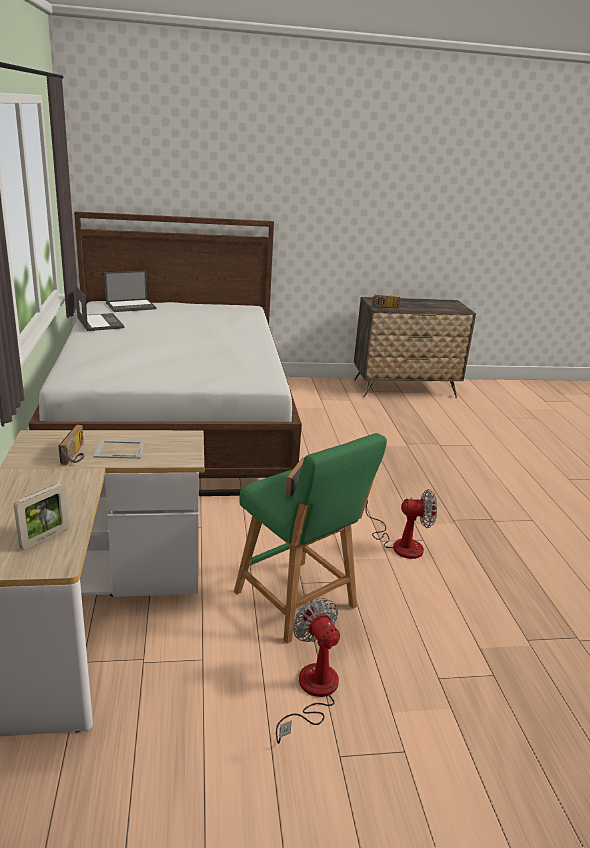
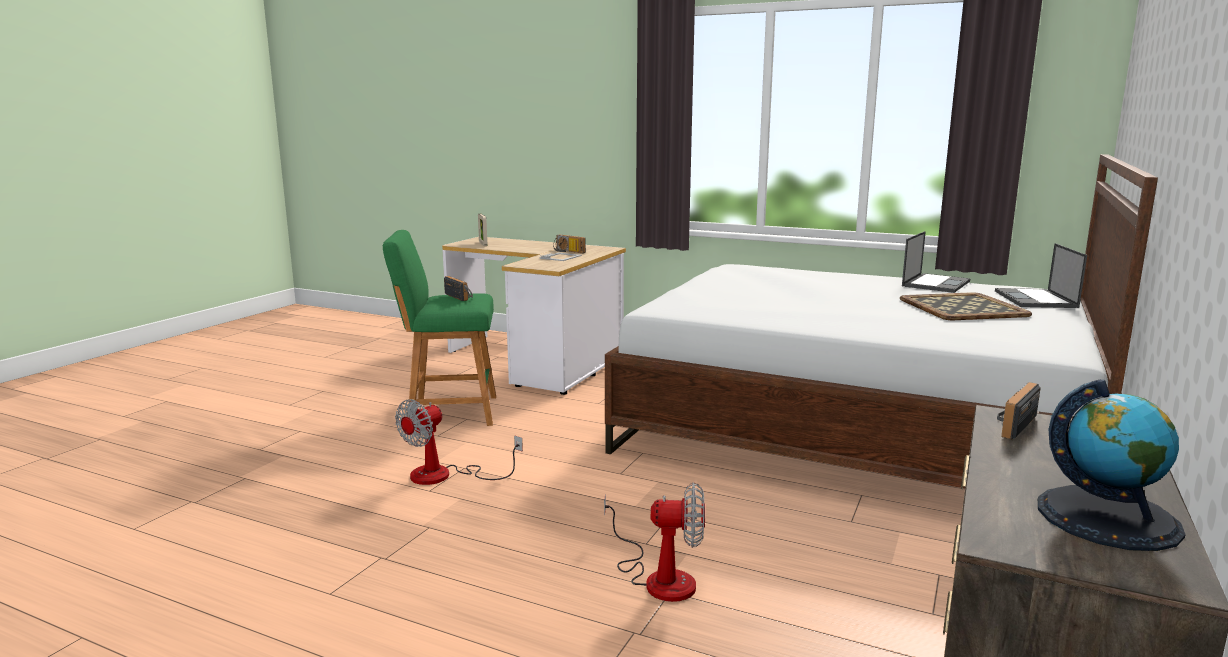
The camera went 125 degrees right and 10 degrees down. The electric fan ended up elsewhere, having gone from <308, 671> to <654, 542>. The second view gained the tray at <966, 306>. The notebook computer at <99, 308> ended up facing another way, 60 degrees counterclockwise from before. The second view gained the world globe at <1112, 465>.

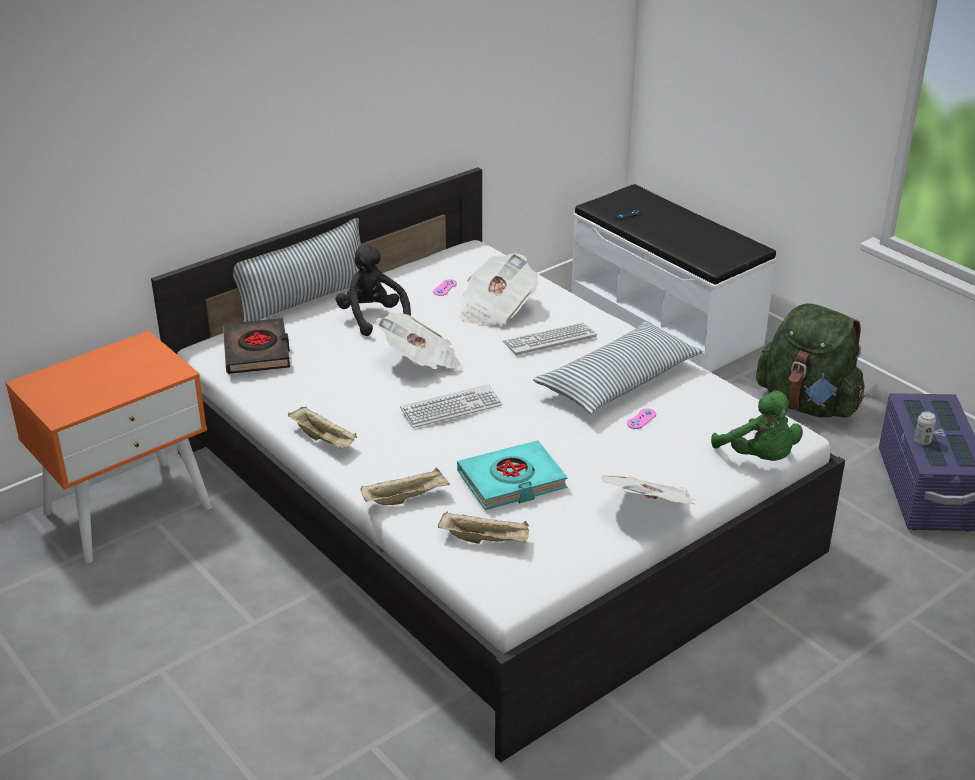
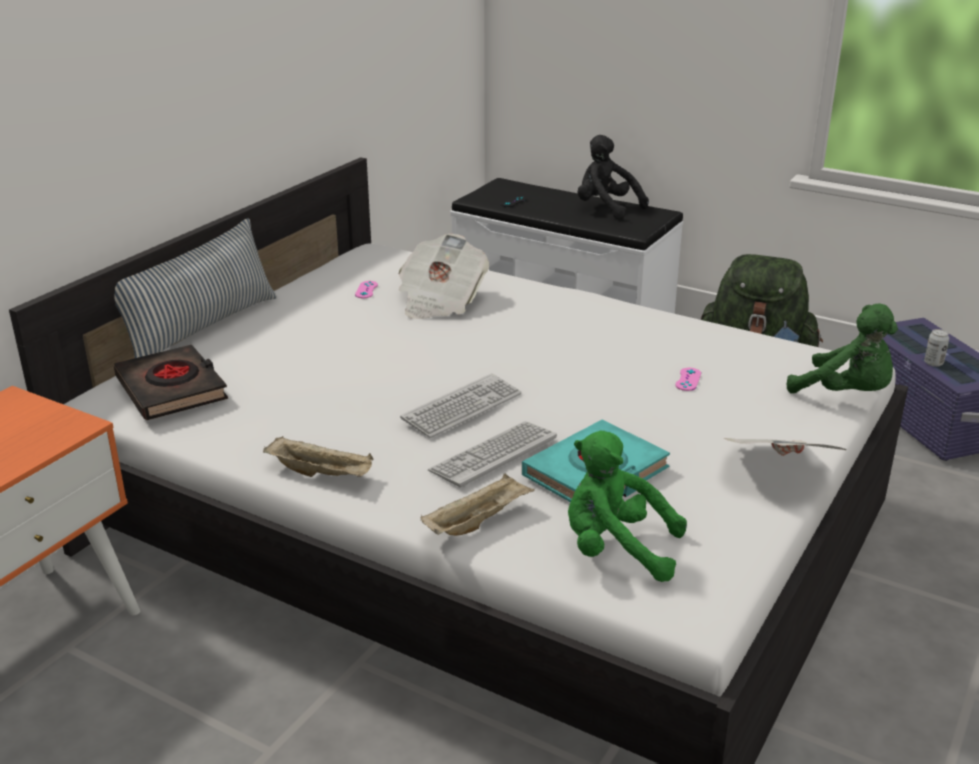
The camera went 20 degrees left and 5 degrees down. The keyboard ended up elsewhere, having gone from <550, 339> to <492, 454>. Where the tray/sand-coloured stood at <483, 528>, the cuddly toy/greenish came to stand at <627, 506>. The cuddly toy/black-coloured ended up elsewhere, having gone from <373, 290> to <613, 177>. The second view lost the daily paper at <419, 341>. The second view lost the pillow at <618, 367>.

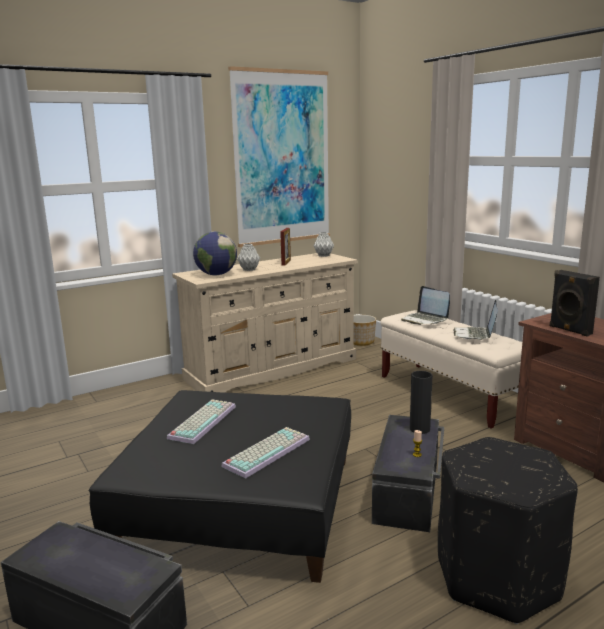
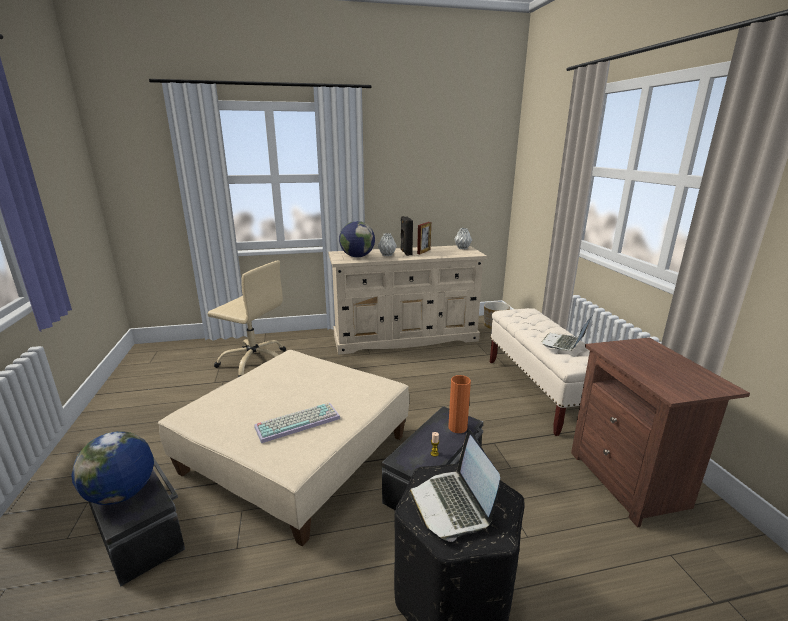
The camera went 20 degrees right and 5 degrees up. The second view gained the world globe at <112, 468>. What was the footrest/black-coloured at <220, 486> turned into the footrest/sand-coloured at <283, 448>. The second view gained the desk chair/sand-coloured at <246, 319>. The speaker/black-coloured ended up elsewhere, having gone from <574, 303> to <406, 236>. The notebook computer ended up elsewhere, having gone from <425, 305> to <454, 486>. What was the flower vase/black-coloured at <421, 402> turned into the flower vase/orange at <459, 404>. The second view lost the keyboard at <201, 421>. The second view lost the picture at <279, 156>.

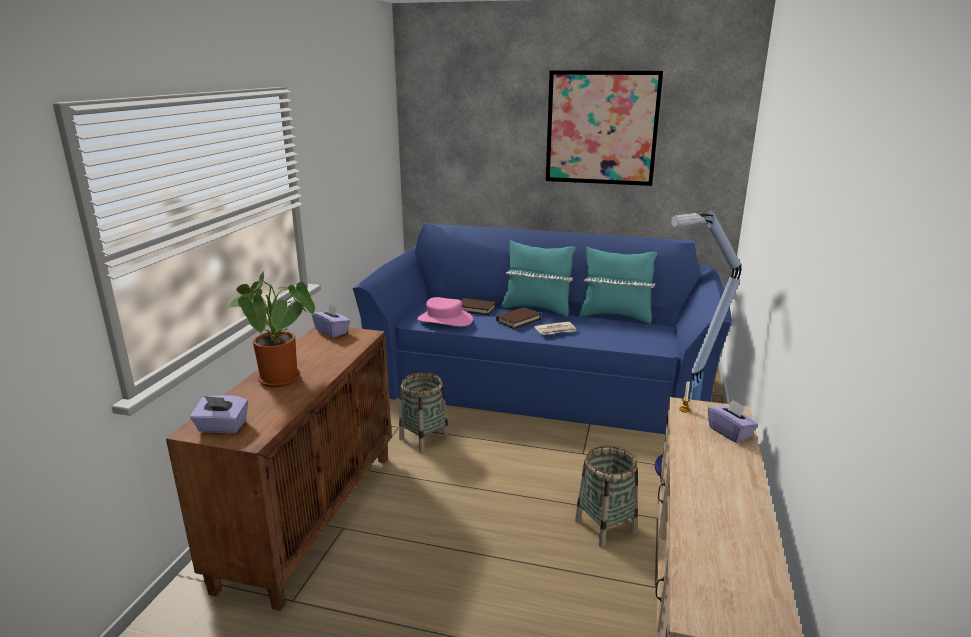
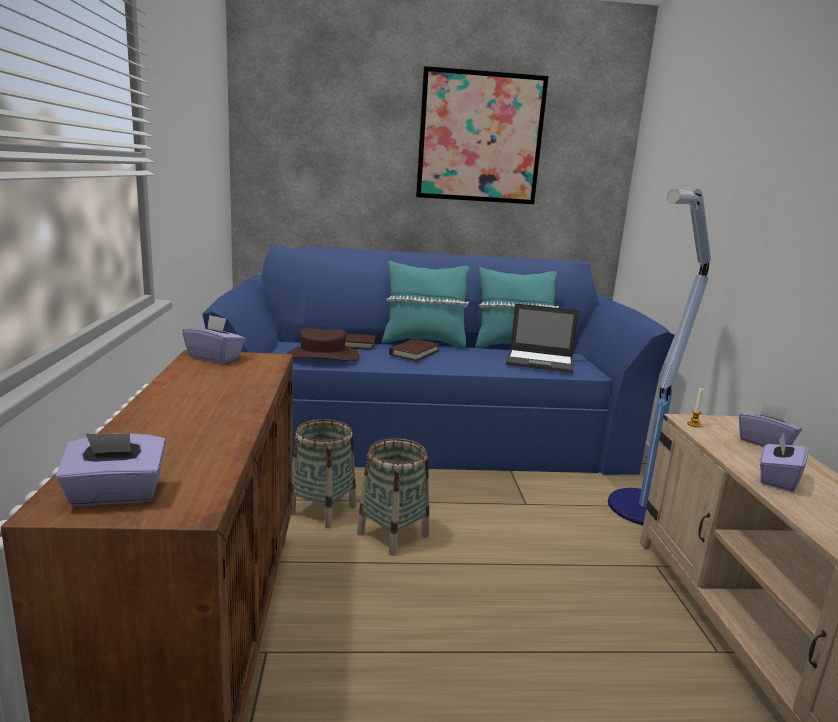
The camera went 20 degrees left and 5 degrees down. What was the hat/pink at <445, 311> turned into the hat/brownish at <323, 344>. The storage basket ended up elsewhere, having gone from <606, 496> to <393, 497>. The second view gained the notebook computer at <542, 338>. The second view gained the tissue box/purplish at <784, 462>. The second view lost the potted plant at <270, 329>. The second view lost the daily paper at <555, 328>.

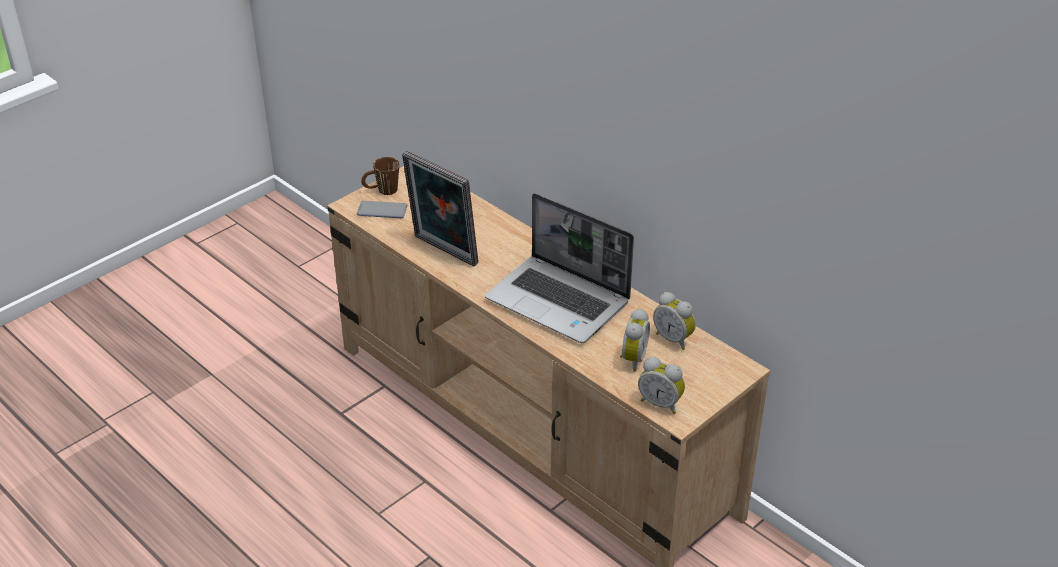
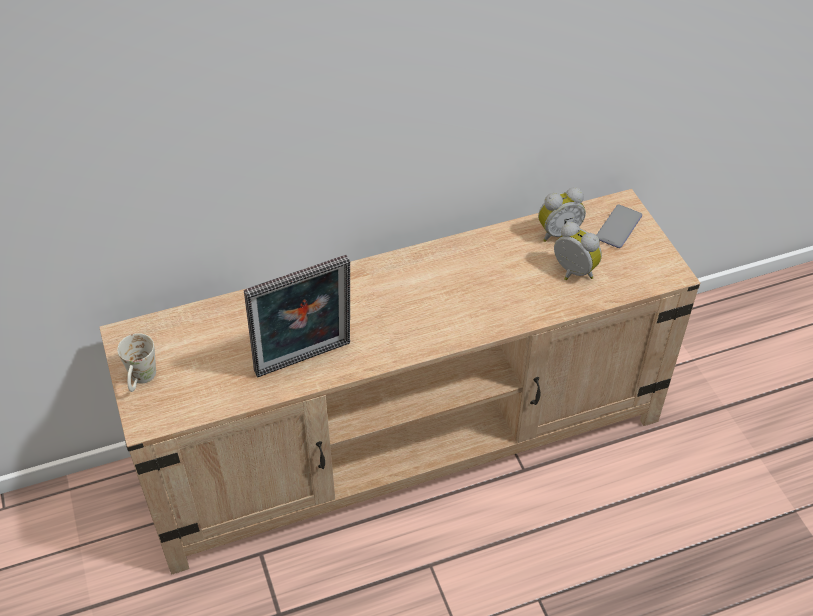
The camera went 65 degrees left and 10 degrees up. What was the mug/brownish at <380, 176> turned into the mug/whitish at <136, 362>. The phone ended up elsewhere, having gone from <382, 209> to <619, 226>. The second view lost the notebook computer at <559, 268>. The second view lost the table clock at <661, 385>.

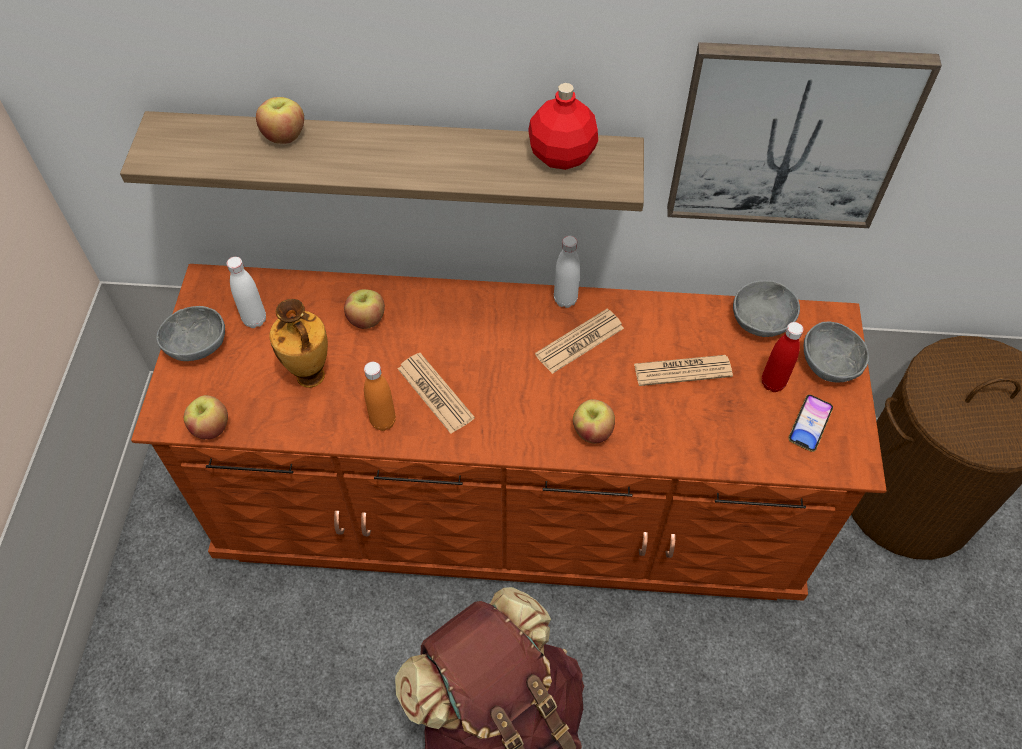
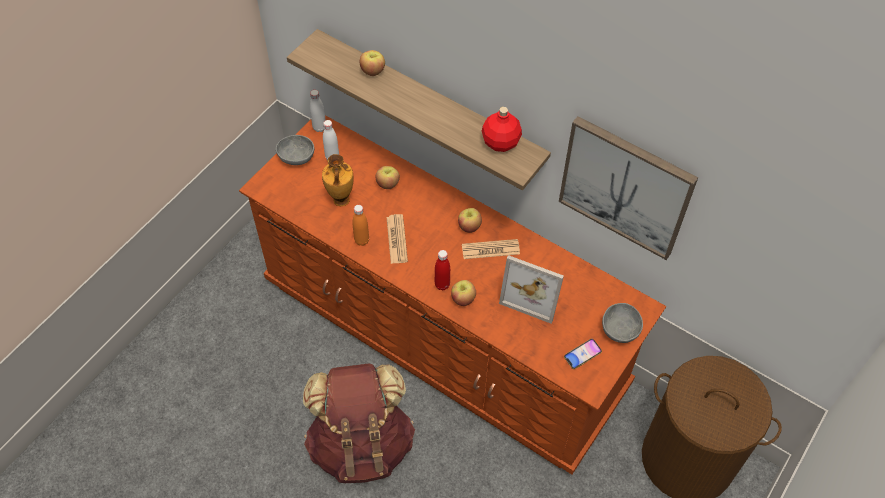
The camera went 30 degrees right and 0 degrees up. The beverage bottle/whitish ended up elsewhere, having gone from <567, 272> to <318, 111>. The beverage bottle/red-coloured ended up elsewhere, having gone from <783, 357> to <442, 270>. The apple ended up elsewhere, having gone from <206, 417> to <470, 220>. Where the daily paper stood at <683, 370>, the photo frame came to stand at <531, 289>. The second view lost the serving bowl/gray at <766, 308>.

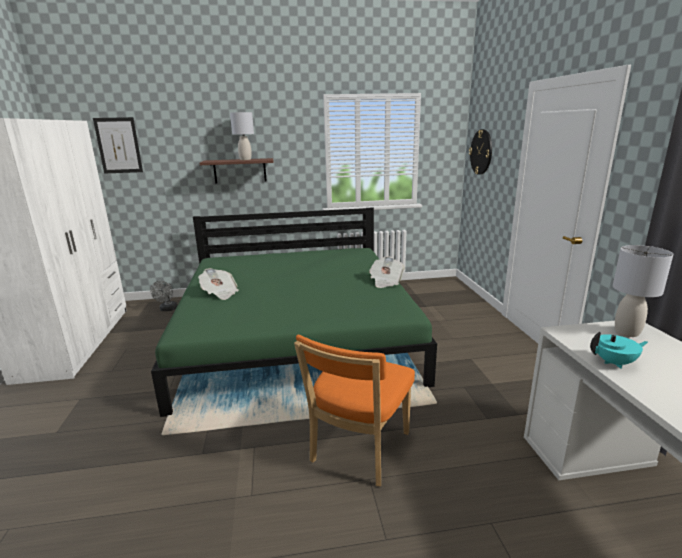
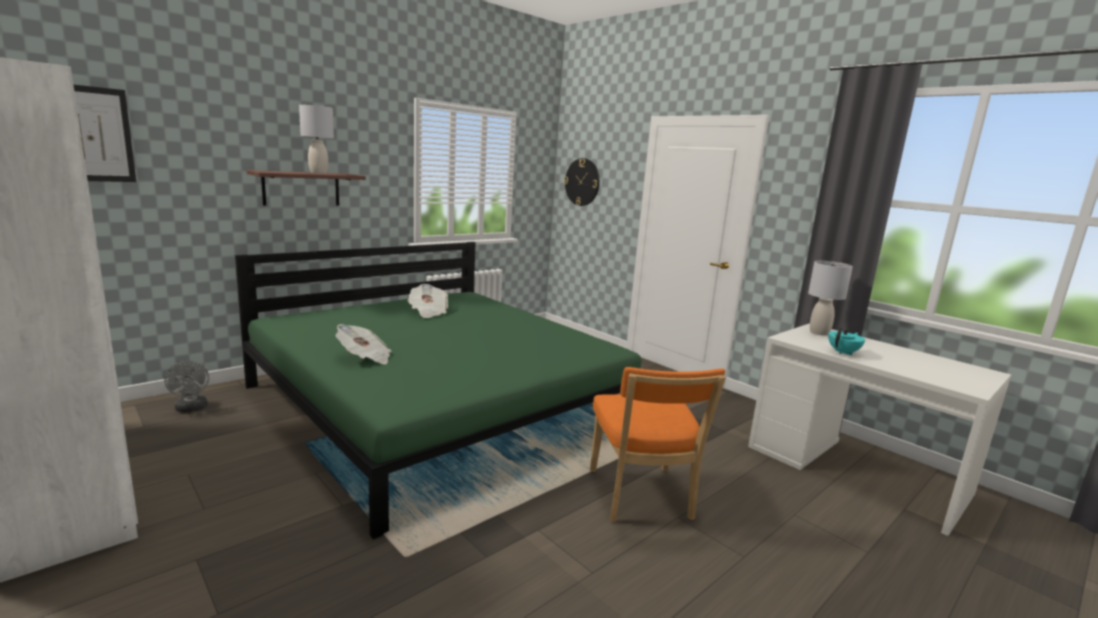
The camera went 35 degrees left and 5 degrees down. The daily paper ended up elsewhere, having gone from <387, 272> to <428, 301>.

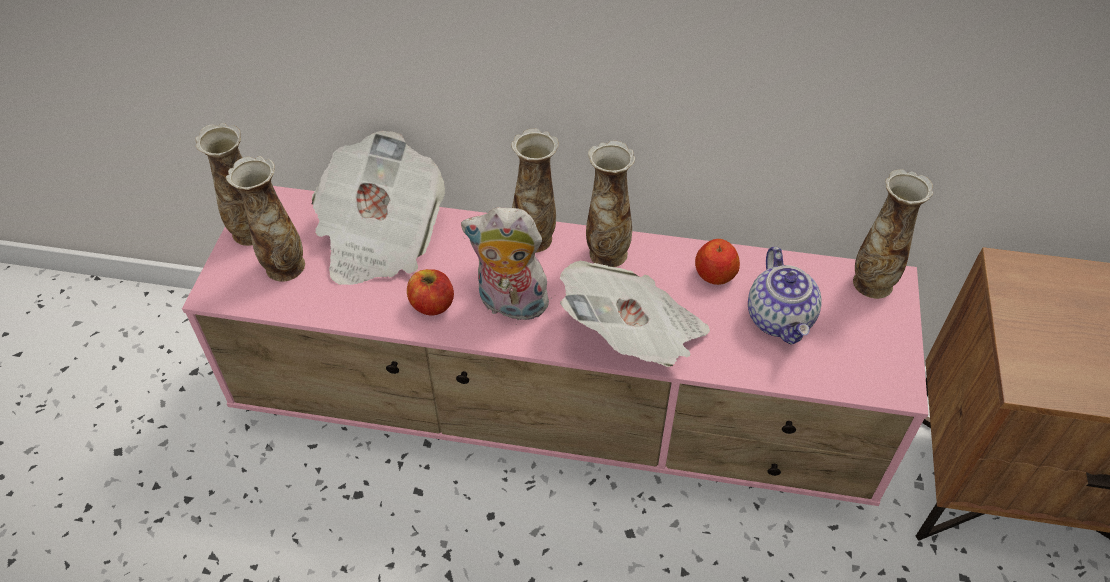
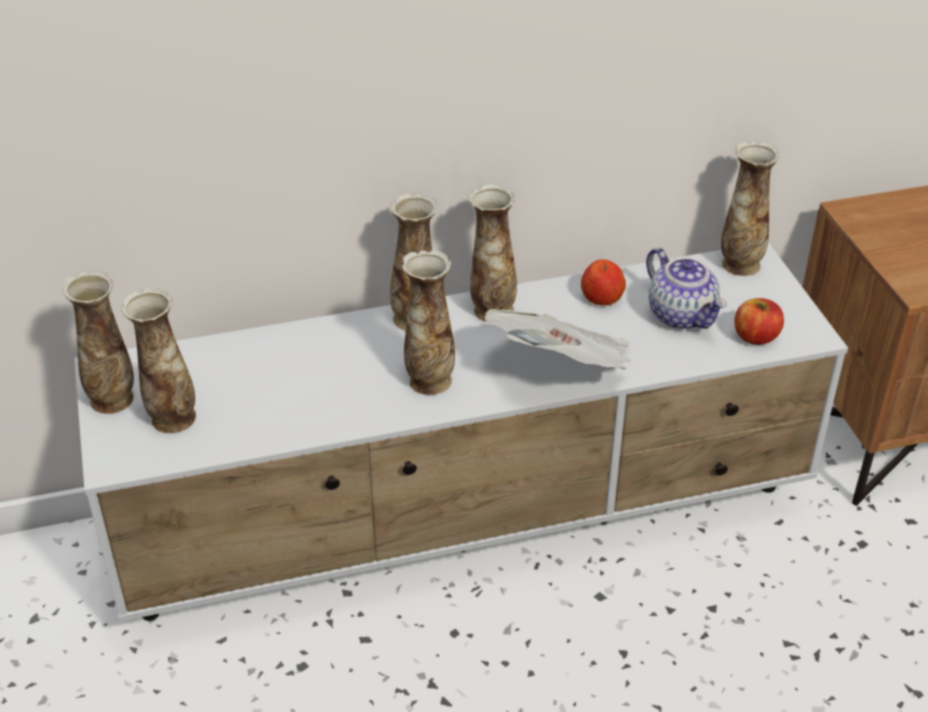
The camera went 25 degrees left and 10 degrees down. What was the tv stand/pink at <555, 346> turned into the tv stand/whitish at <461, 432>. Where the cuddly toy stood at <506, 264>, the flower vase came to stand at <428, 322>. The apple ended up elsewhere, having gone from <430, 292> to <759, 321>. The second view lost the daily paper at <378, 208>.

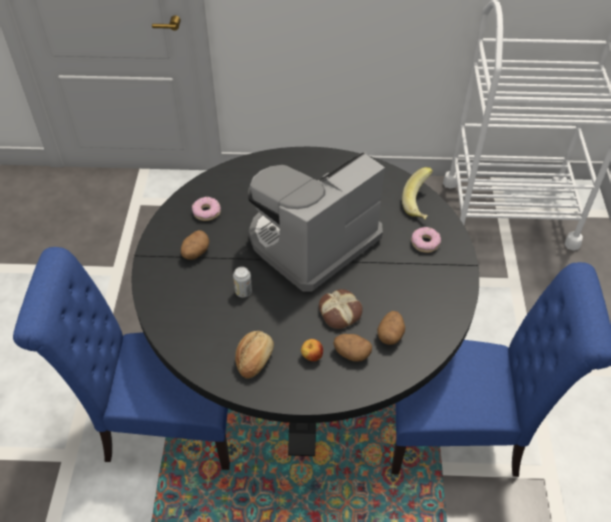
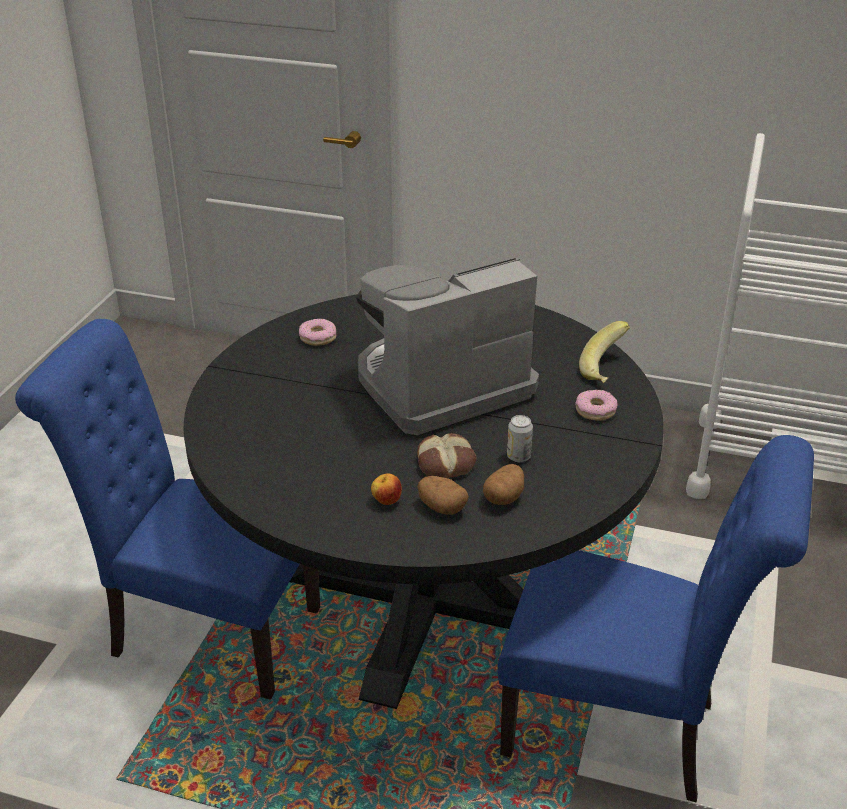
The camera went 15 degrees right and 15 degrees down. The metal can ended up elsewhere, having gone from <242, 282> to <520, 438>. The second view lost the spud at <195, 245>. The second view lost the baked bread at <254, 355>.

